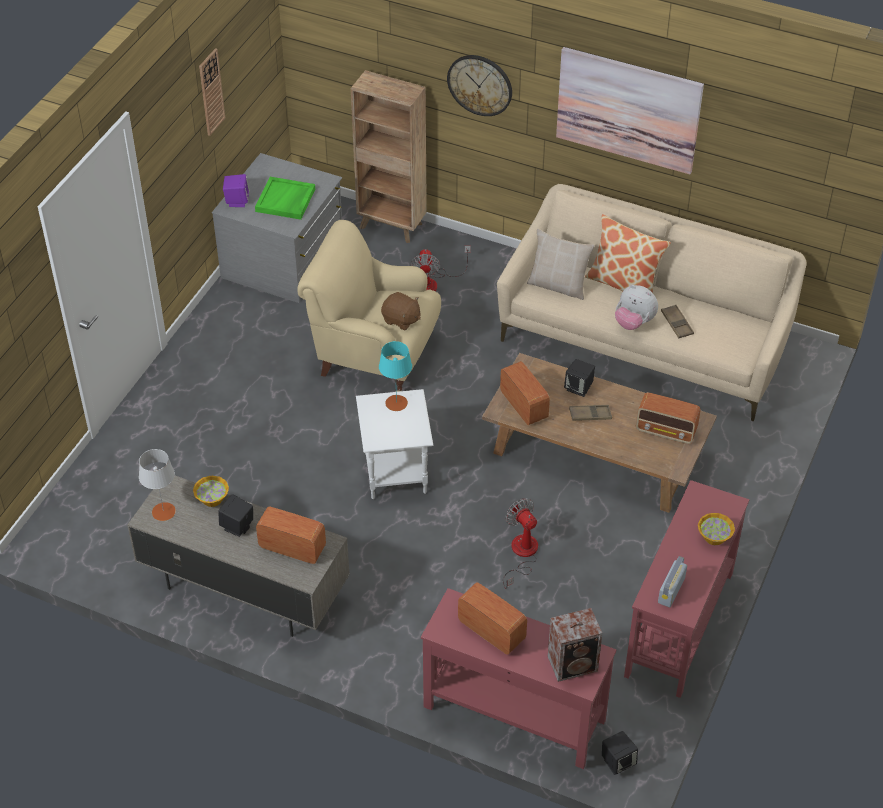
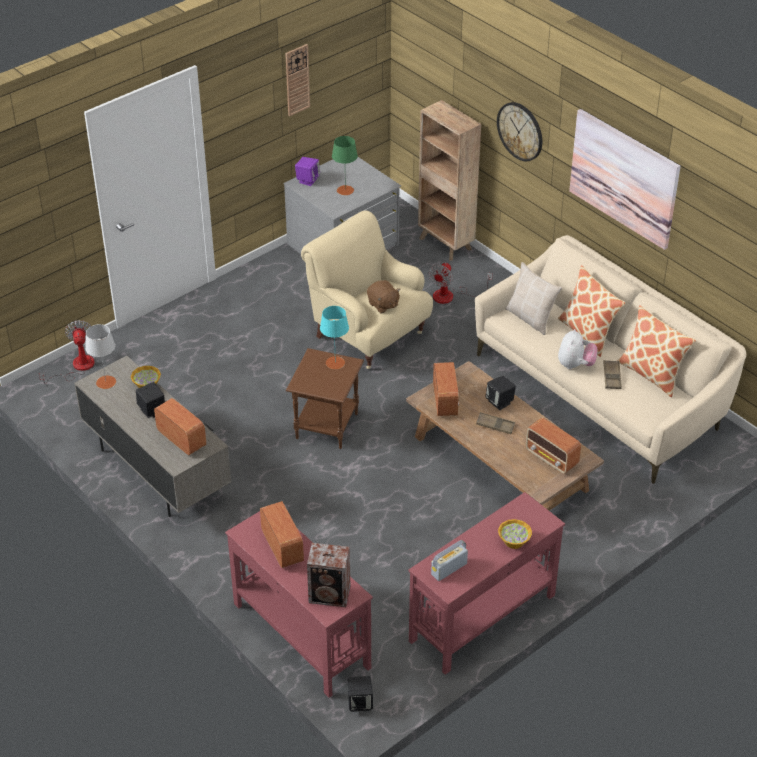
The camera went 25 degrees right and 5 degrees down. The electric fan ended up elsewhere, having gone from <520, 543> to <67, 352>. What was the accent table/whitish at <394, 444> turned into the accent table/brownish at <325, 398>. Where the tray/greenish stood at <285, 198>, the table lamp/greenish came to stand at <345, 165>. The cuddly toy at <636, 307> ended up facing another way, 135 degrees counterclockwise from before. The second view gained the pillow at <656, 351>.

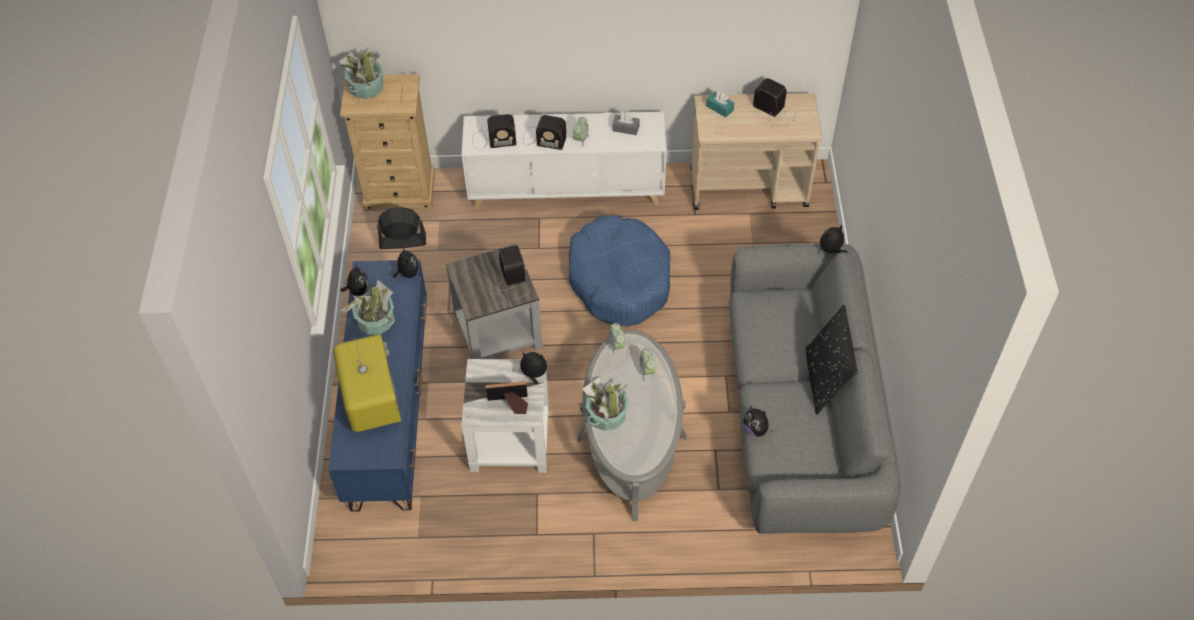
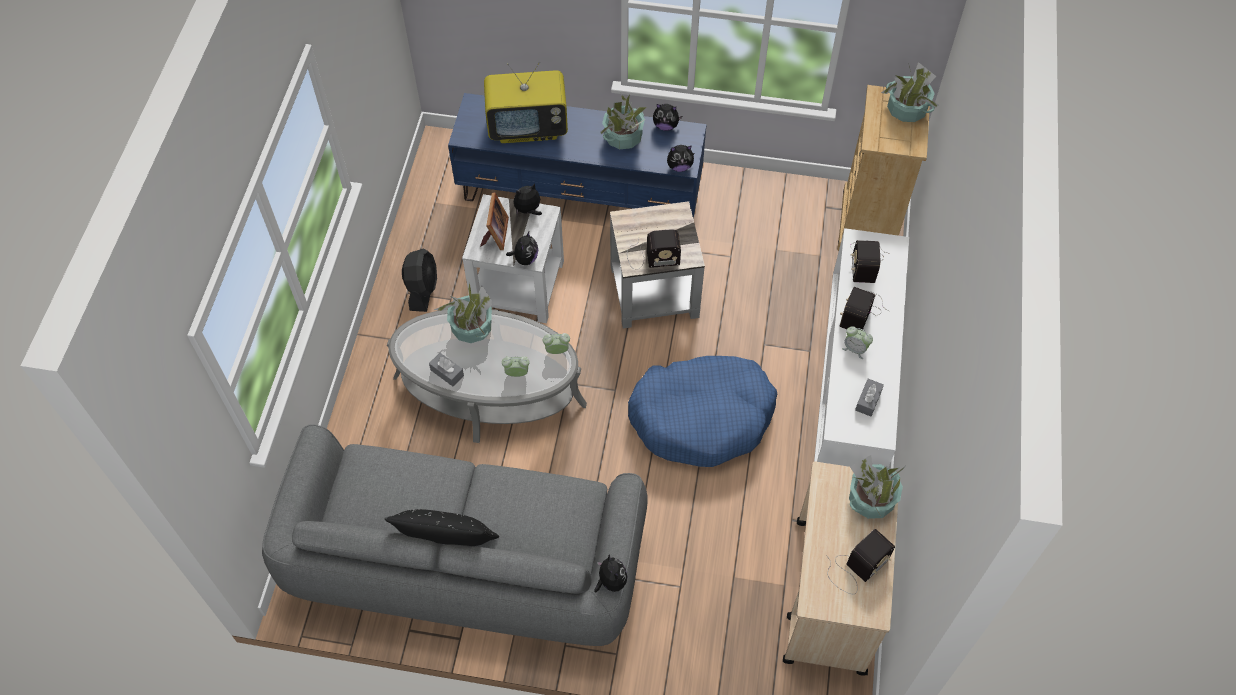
The camera went 100 degrees right and 5 degrees up. The electric fan/black-coloured ended up elsewhere, having gone from <401, 228> to <419, 280>. The second view gained the tissue box/gray at <446, 369>. The cuddly toy ended up elsewhere, having gone from <758, 421> to <528, 199>. Where the tissue box/blue-green stood at <720, 104>, the potted plant came to stand at <877, 487>.

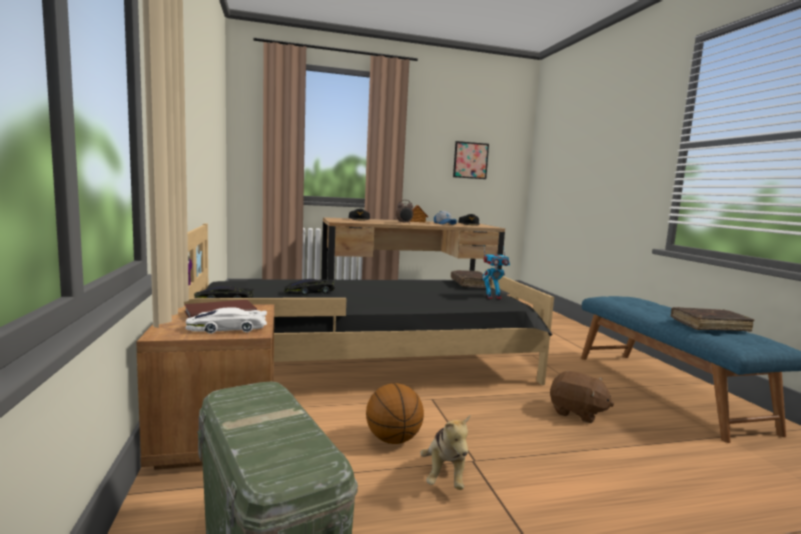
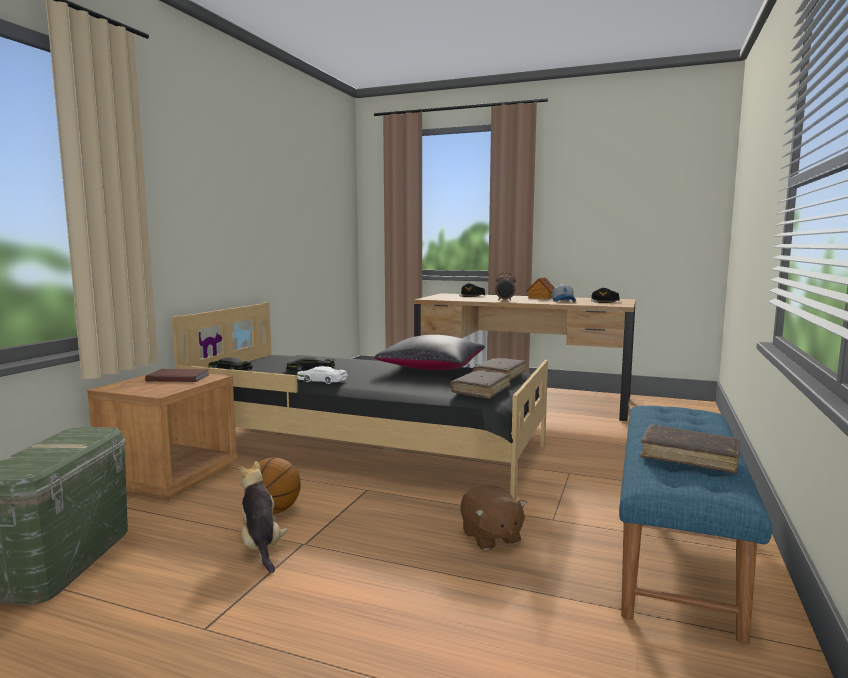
The camera went 35 degrees right and 0 degrees up. The cuddly toy at <445, 452> ended up facing another way, 120 degrees clockwise from before. The miniature car/whitish ended up elsewhere, having gone from <226, 321> to <322, 375>. The second view gained the pillow/black-coloured at <429, 352>. Where the model robot stood at <496, 272>, the book/brownish came to stand at <480, 385>. The second view lost the picture at <471, 160>.

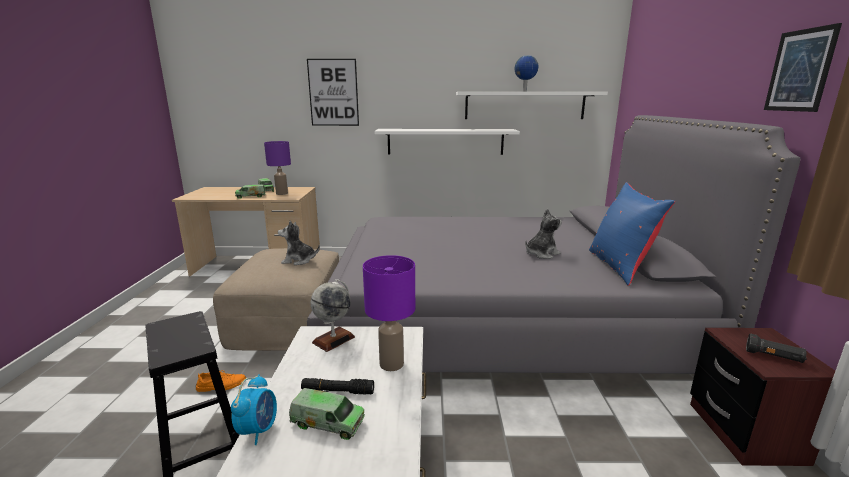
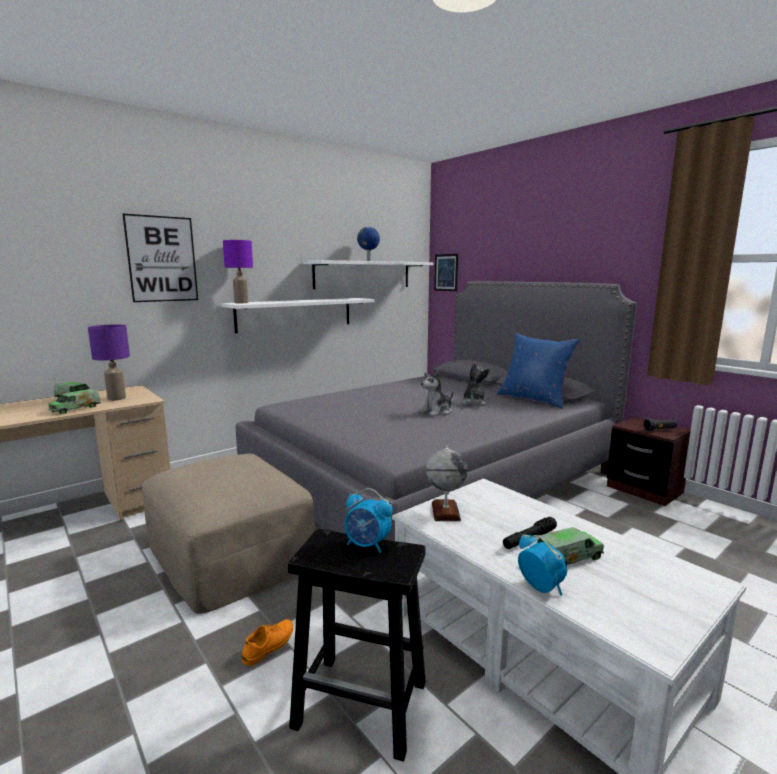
The camera went 40 degrees left and 5 degrees down. The table lamp/purplish ended up elsewhere, having gone from <389, 313> to <238, 271>. The second view gained the table clock at <369, 520>. The cuddly toy ended up elsewhere, having gone from <299, 243> to <436, 392>. The picture ended up elsewhere, having gone from <803, 67> to <446, 272>.

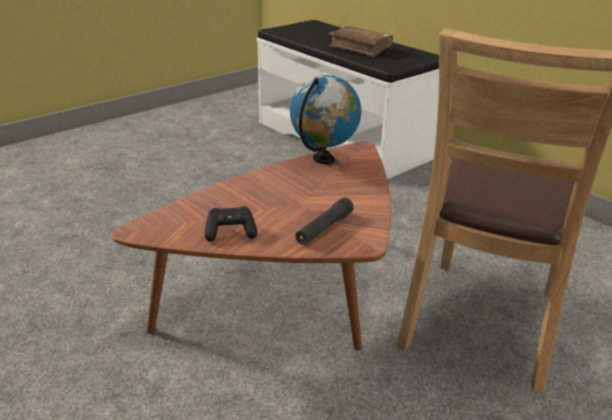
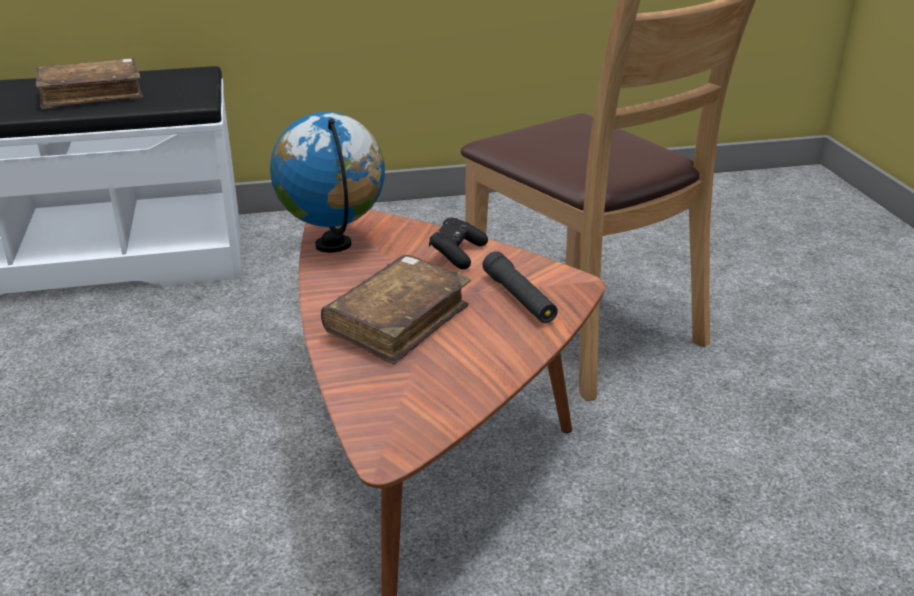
The camera went 60 degrees left and 0 degrees up. The second view gained the book/brownish at <396, 310>. The gamepad/black-coloured ended up elsewhere, having gone from <231, 224> to <458, 243>.

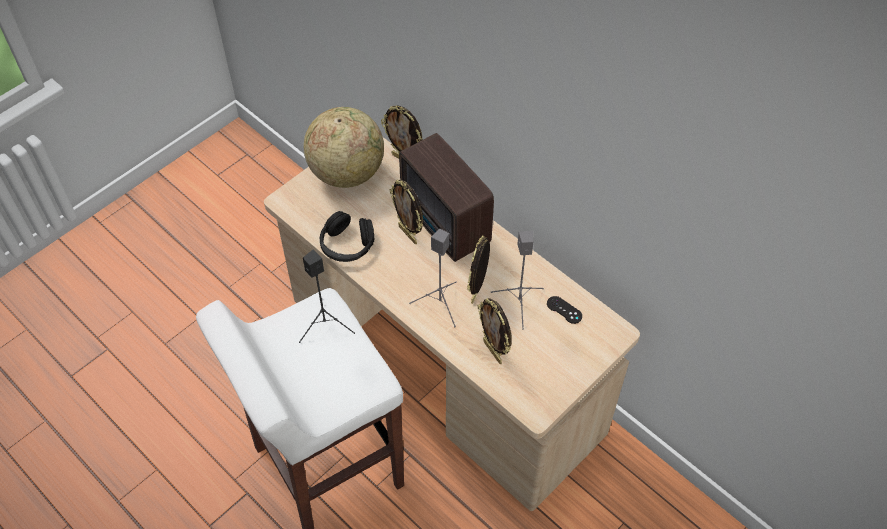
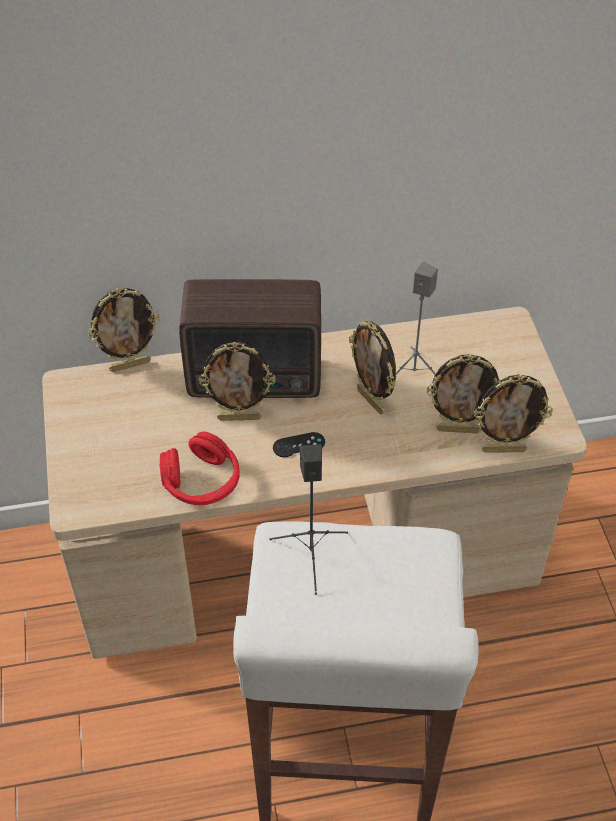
The camera went 55 degrees left and 5 degrees down. What was the headset/black-coloured at <347, 236> turned into the headset/red-coloured at <200, 468>. The gamepad/black-coloured ended up elsewhere, having gone from <564, 310> to <299, 444>. The second view gained the photo frame at <513, 414>. The second view lost the world globe at <344, 147>. The second view lost the speaker/gray at <433, 277>.

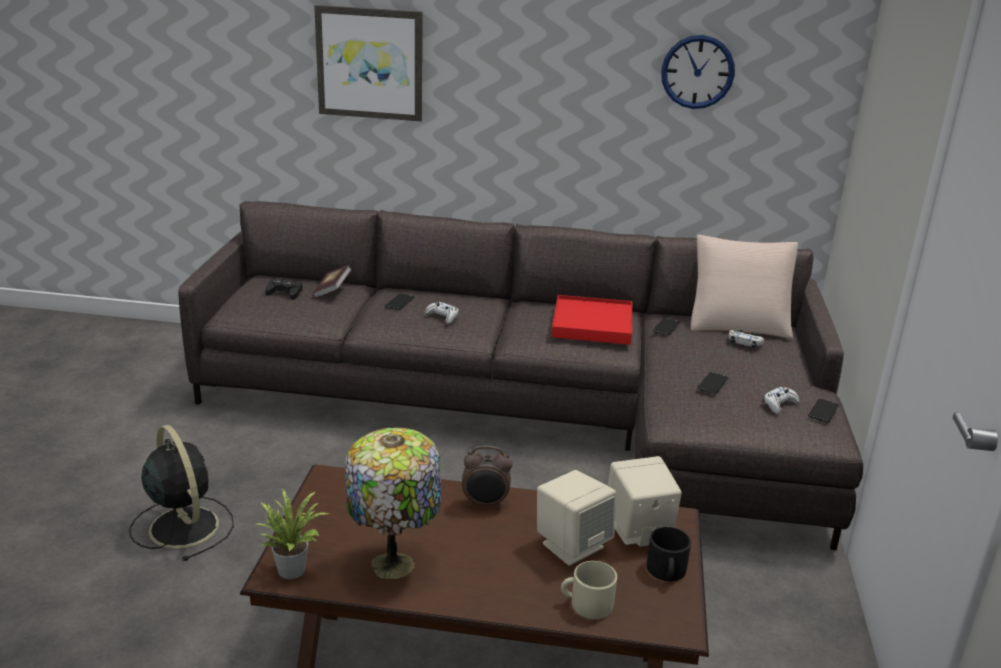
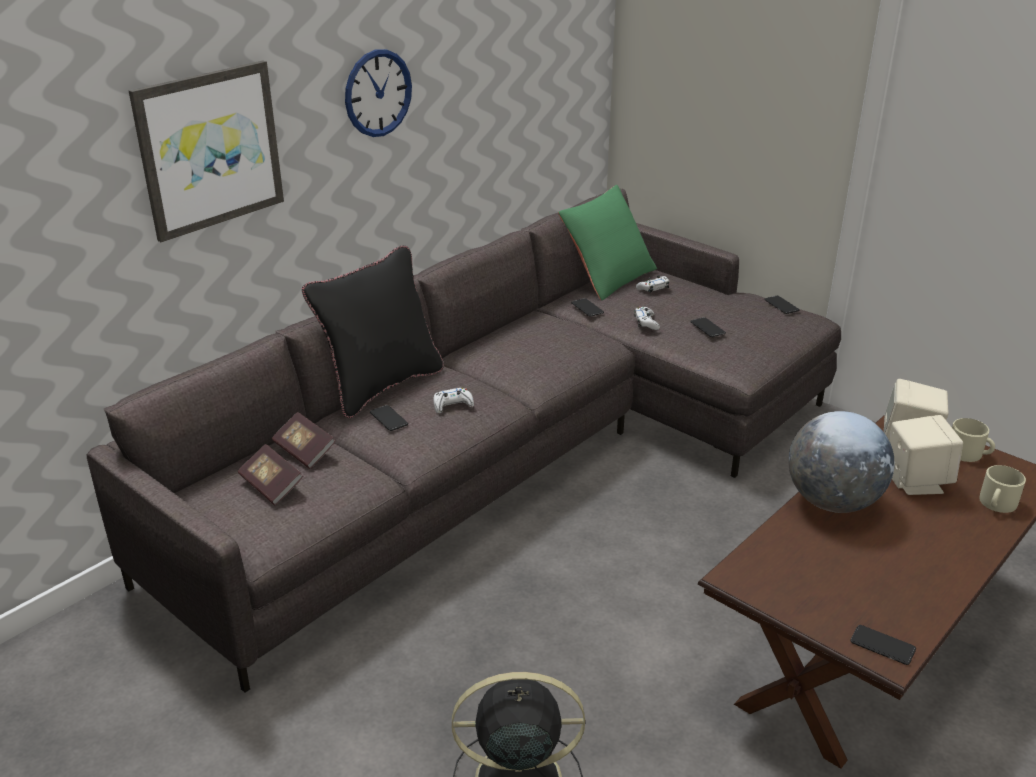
The camera went 55 degrees left and 5 degrees up. Where the gamepad/black-coloured stood at <284, 289>, the book came to stand at <270, 474>. The second view gained the pillow/black-coloured at <373, 331>. The clock on the wall ended up elsewhere, having gone from <698, 72> to <378, 93>. What was the pillow/sand-coloured at <744, 287> turned into the pillow/greenish at <607, 242>. The gamepad/whitish ended up elsewhere, having gone from <781, 400> to <647, 318>. Where the table clock stood at <487, 477>, the world globe came to stand at <841, 462>. Where the potted plant stood at <292, 534>, the phone came to stand at <883, 645>. What was the mug/black-coloured at <669, 554> turned into the mug/sand-coloured at <973, 440>. The second view lost the table lamp at <393, 503>. The second view lost the tray/red-coloured at <591, 320>.

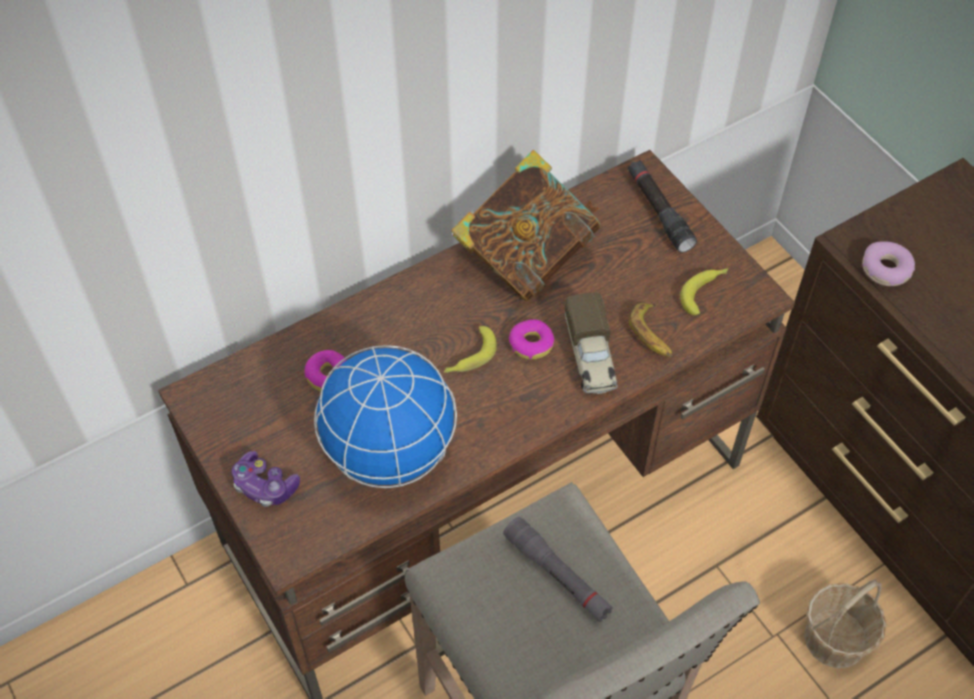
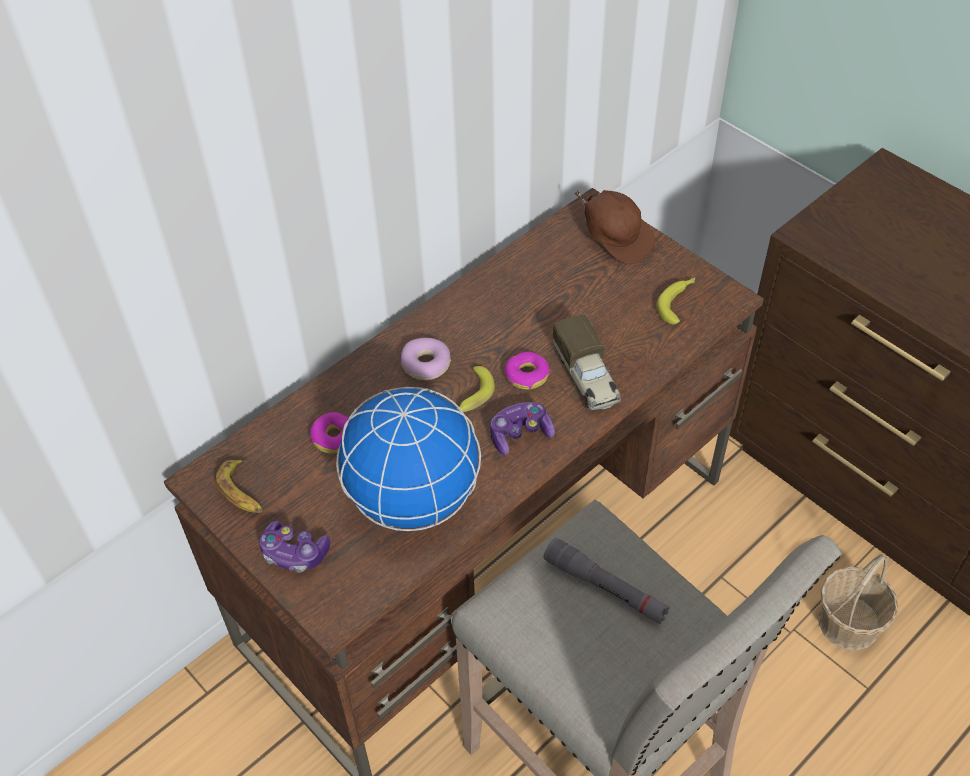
The camera went 10 degrees left and 5 degrees down. The banana ended up elsewhere, having gone from <651, 330> to <239, 486>. The doughnut ended up elsewhere, having gone from <888, 263> to <426, 359>. The second view gained the gamepad at <522, 428>. Where the flashlight/black-coloured stood at <662, 206>, the peaked cap/brownish came to stand at <615, 227>. The second view lost the book at <526, 225>.

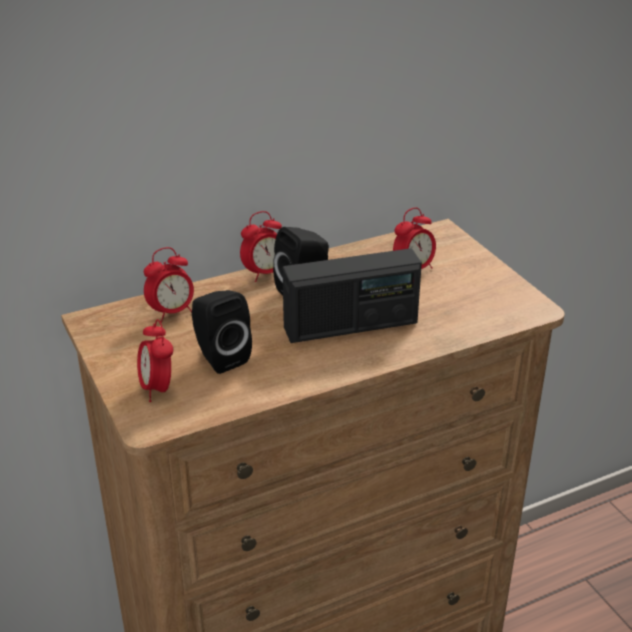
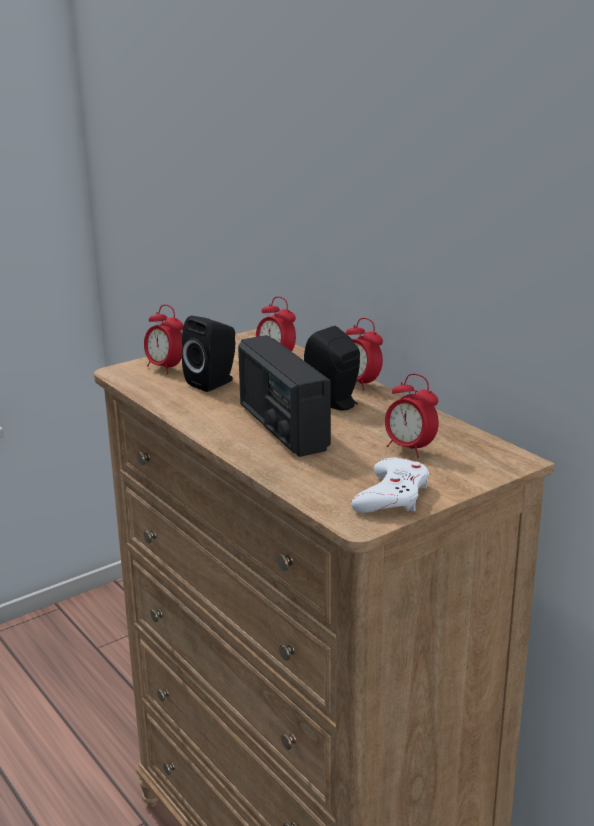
The camera went 80 degrees right and 10 degrees down. The table clock at <155, 360> ended up facing another way, 105 degrees counterclockwise from before. The second view gained the gamepad/whitish at <390, 485>.

